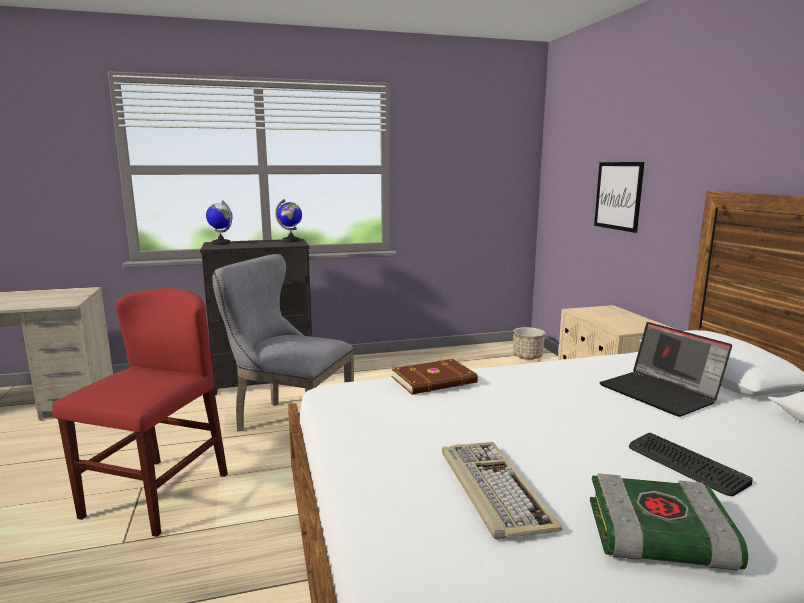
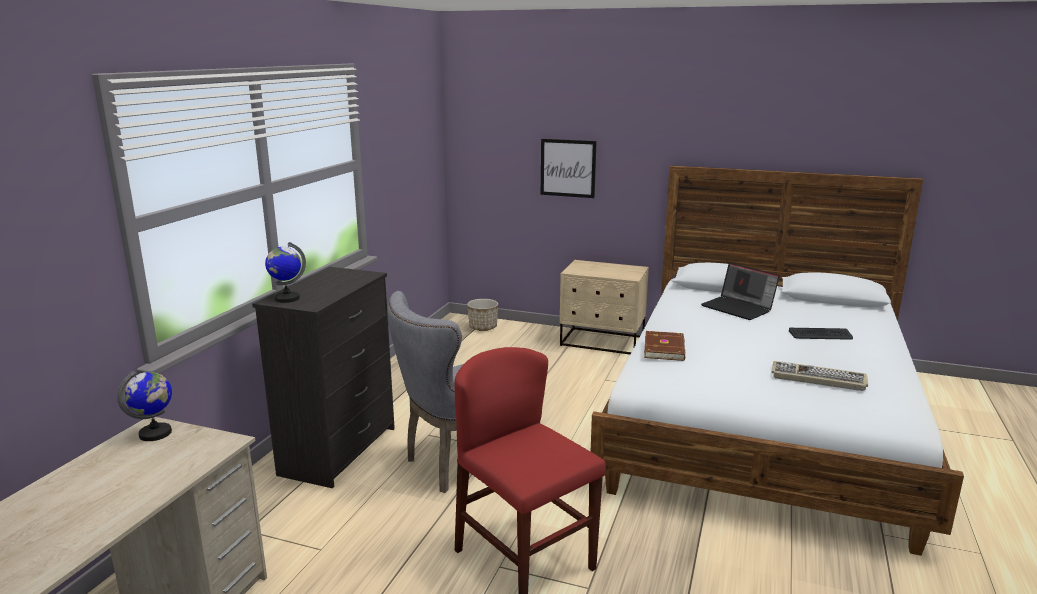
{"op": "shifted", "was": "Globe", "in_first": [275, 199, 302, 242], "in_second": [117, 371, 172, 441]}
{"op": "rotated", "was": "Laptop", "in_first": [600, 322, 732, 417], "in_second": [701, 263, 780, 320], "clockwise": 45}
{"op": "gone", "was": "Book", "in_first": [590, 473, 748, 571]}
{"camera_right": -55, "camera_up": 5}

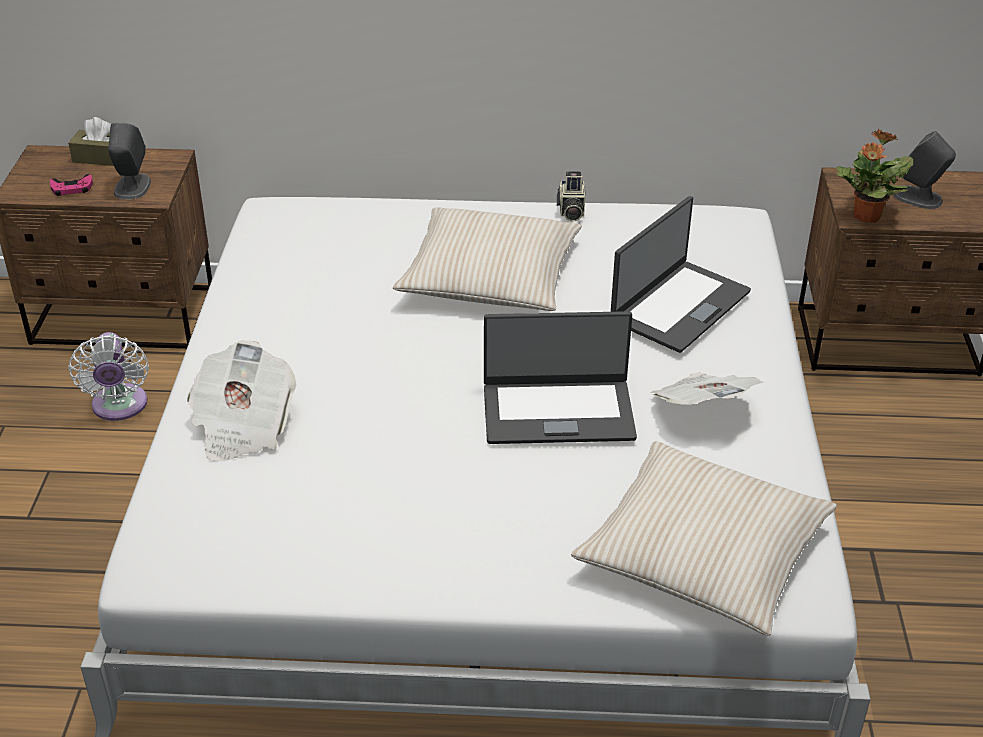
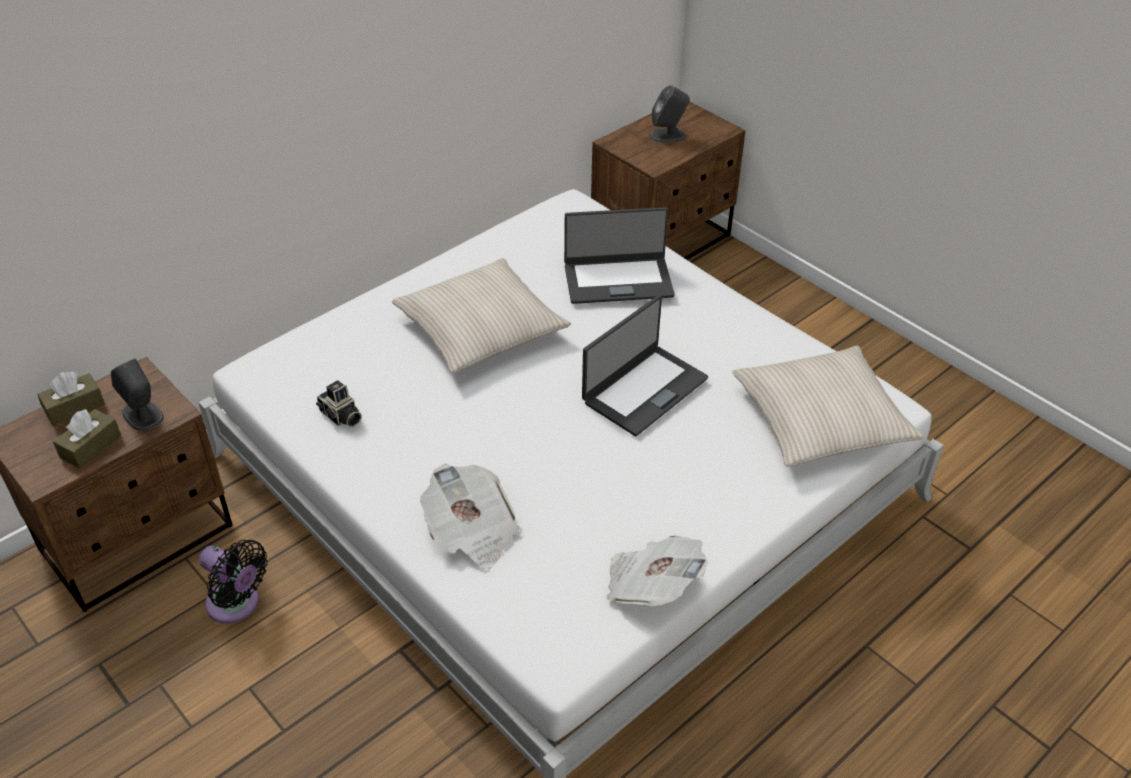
{"op": "gone", "was": "PottedPlant", "in_first": [836, 129, 913, 223]}
{"op": "shifted", "was": "PhotoCamera", "in_first": [557, 171, 585, 222], "in_second": [316, 380, 362, 427]}
{"op": "swapped", "was": "PinkGameController", "now": "BrownTissueBox", "in_first": [50, 174, 93, 196], "in_second": [53, 409, 121, 469]}
{"op": "rotated", "was": "Laptop", "in_first": [611, 196, 751, 353], "in_second": [564, 207, 675, 304], "clockwise": 90}
{"op": "repainted", "was": "WhiteFan", "now": "BlackFan", "in_first": [69, 332, 149, 421], "in_second": [199, 540, 268, 623]}
{"op": "shifted", "was": "Newspaper", "in_first": [651, 372, 763, 405], "in_second": [607, 535, 708, 606]}
{"camera_right": -45, "camera_up": 5}

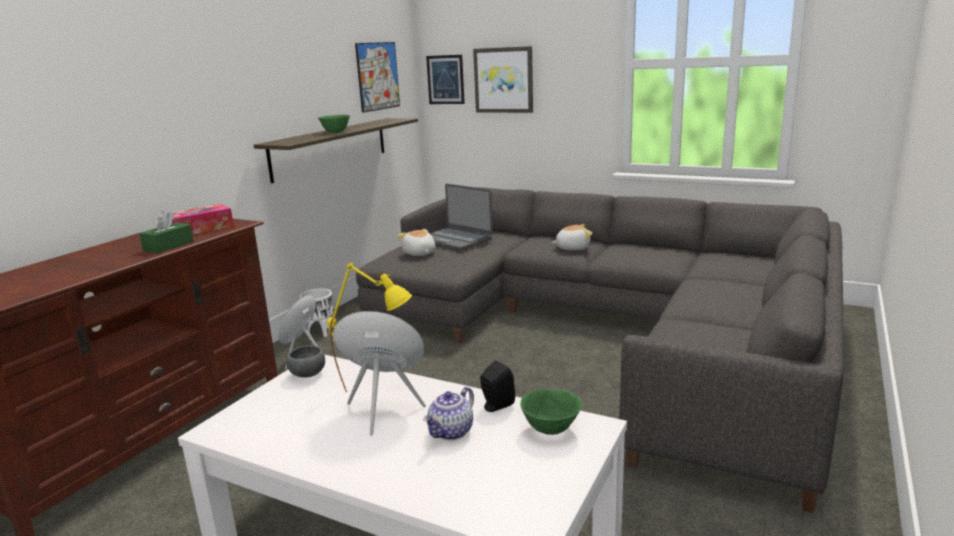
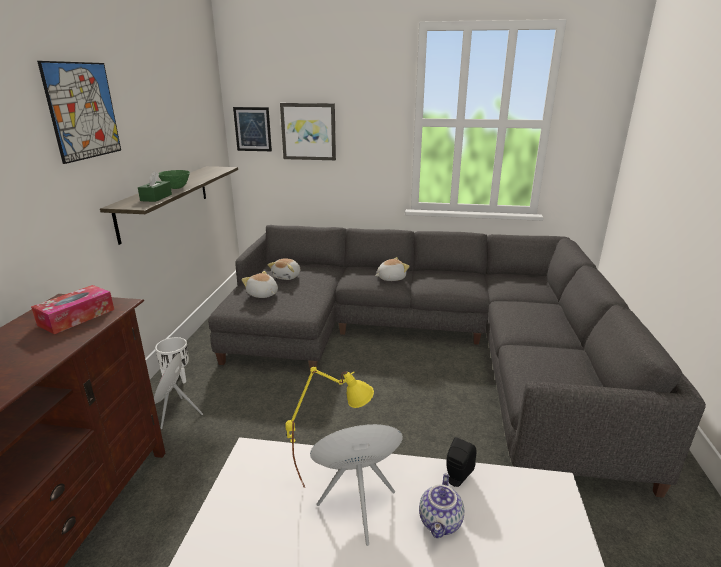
{"op": "shifted", "was": "Picture", "in_first": [355, 42, 400, 113], "in_second": [37, 61, 121, 164]}
{"op": "swapped", "was": "Laptop", "now": "PlushToy", "in_first": [429, 184, 493, 251], "in_second": [268, 258, 300, 280]}
{"op": "shifted", "was": "GreenTissueBox", "in_first": [139, 211, 194, 253], "in_second": [138, 171, 172, 202]}
{"op": "gone", "was": "GreyBowl", "in_first": [286, 345, 325, 378]}
{"op": "gone", "was": "GreenBowl", "in_first": [520, 389, 582, 435]}
{"camera_right": -20, "camera_up": 5}

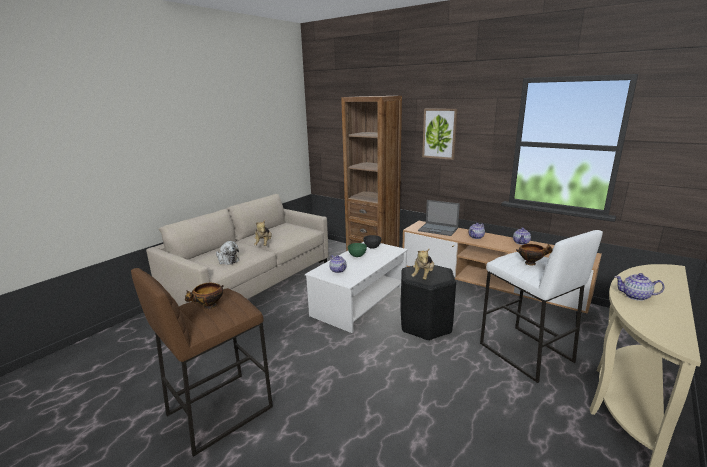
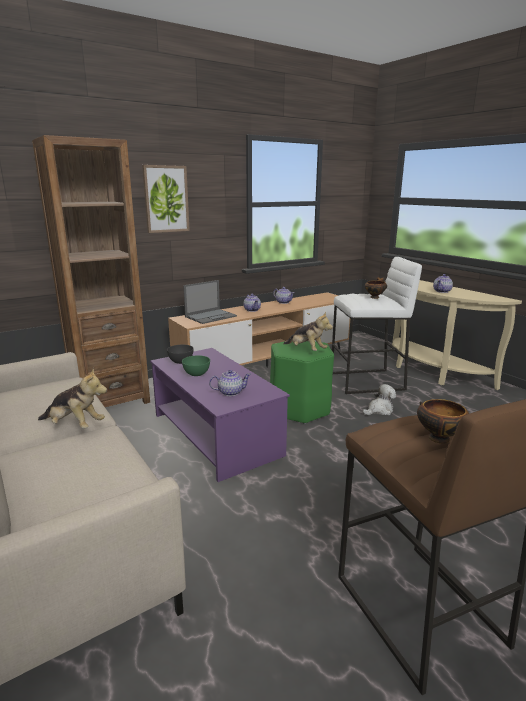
{"op": "shifted", "was": "PlushToy", "in_first": [216, 241, 239, 265], "in_second": [362, 384, 396, 415]}
{"op": "repainted", "was": "WhiteCoffeeTable", "now": "PurpleCoffeeTable", "in_first": [305, 242, 408, 333], "in_second": [150, 348, 290, 482]}
{"op": "repainted", "was": "BlackStool", "now": "GreenStool", "in_first": [400, 265, 456, 341], "in_second": [270, 341, 334, 424]}
{"camera_right": -70, "camera_up": 0}

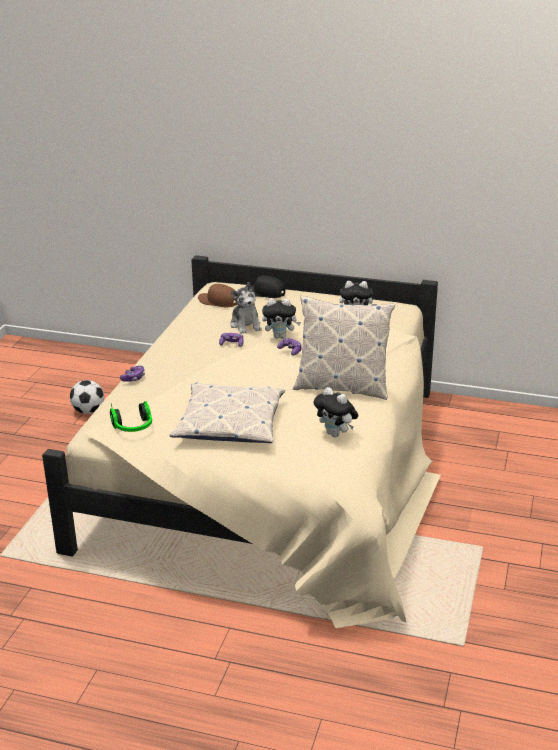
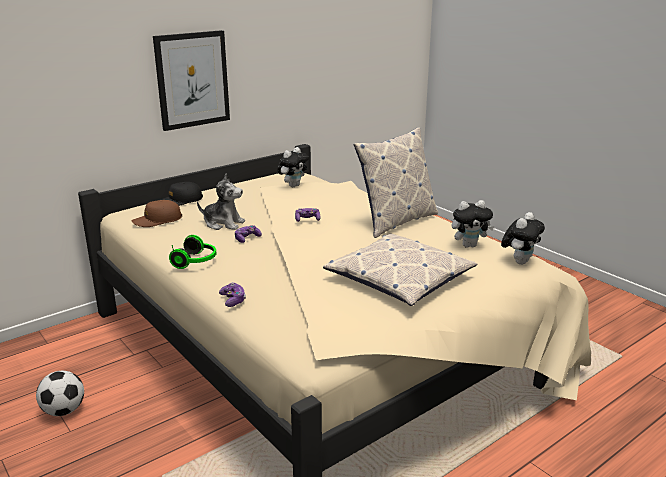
{"op": "shifted", "was": "PlushToy", "in_first": [262, 298, 301, 339], "in_second": [501, 212, 545, 265]}
{"op": "shifted", "was": "Headphones", "in_first": [110, 401, 152, 432], "in_second": [169, 235, 216, 269]}
{"op": "new", "now": "Picture", "in_second": [153, 30, 230, 131]}
{"camera_right": -55, "camera_up": -5}

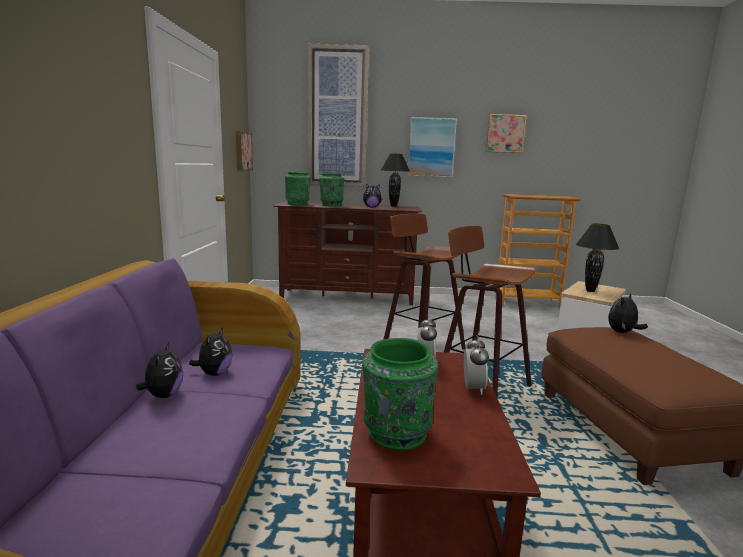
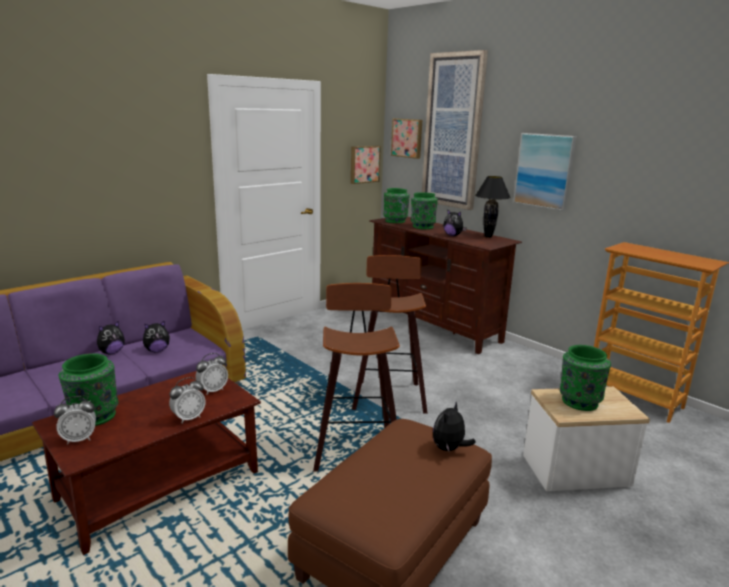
{"op": "shifted", "was": "Picture", "in_first": [486, 114, 527, 153], "in_second": [391, 118, 422, 159]}
{"op": "swapped", "was": "BlackTableLamp", "now": "GreenVase", "in_first": [576, 224, 619, 292], "in_second": [560, 345, 611, 411]}
{"op": "rotated", "was": "PlushToy", "in_first": [608, 293, 648, 333], "in_second": [433, 402, 476, 453], "clockwise": -60}
{"op": "new", "now": "AlarmClock", "in_second": [54, 396, 96, 444]}
{"camera_right": 45, "camera_up": 5}

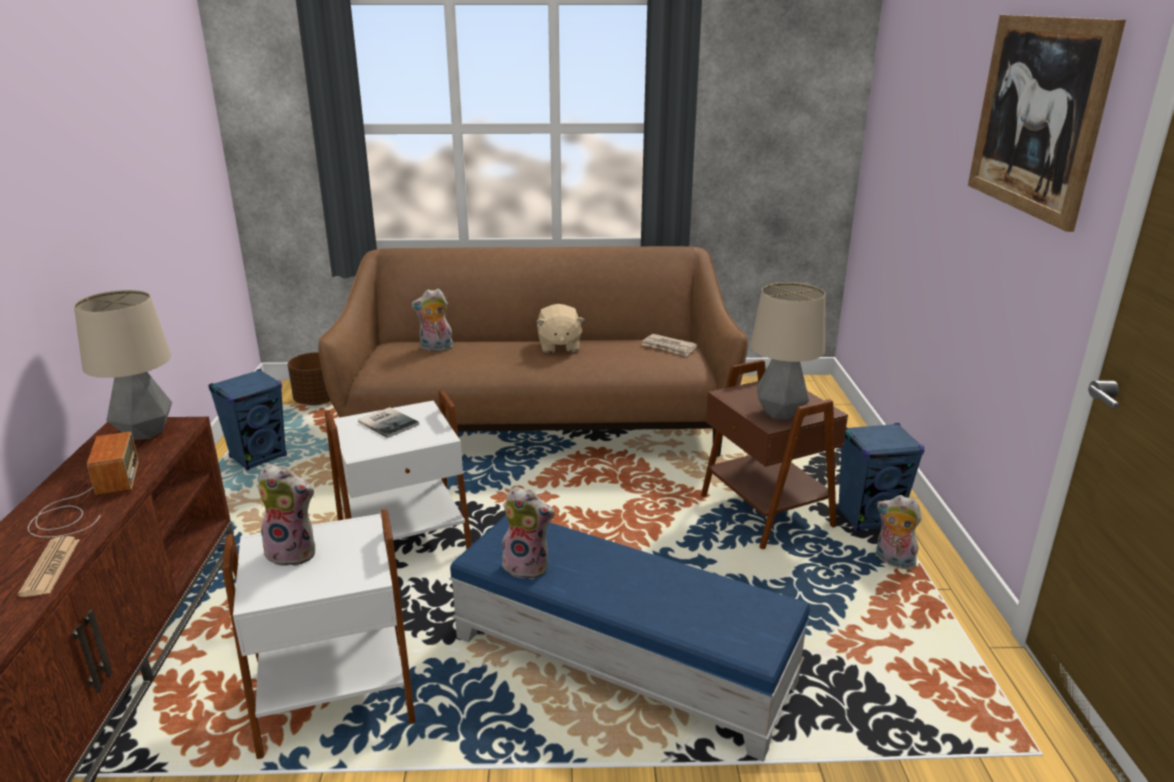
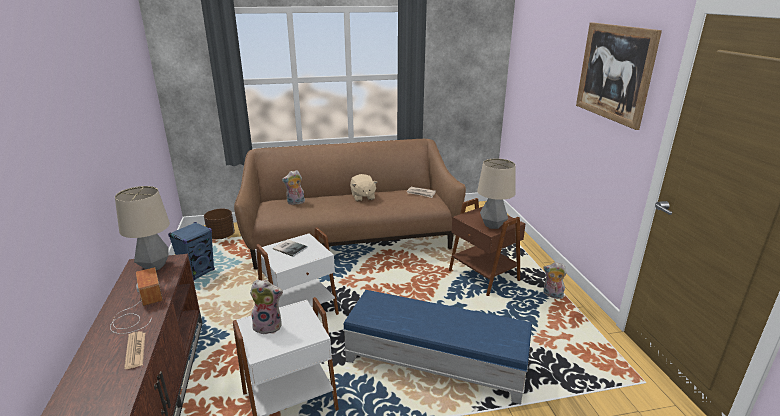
{"op": "gone", "was": "BlueSpeaker", "in_first": [837, 423, 925, 532]}
{"op": "gone", "was": "PlushToy", "in_first": [502, 486, 555, 579]}
{"camera_right": -10, "camera_up": 0}

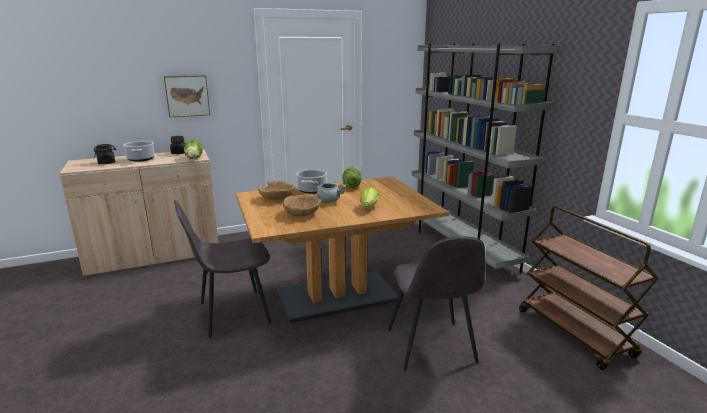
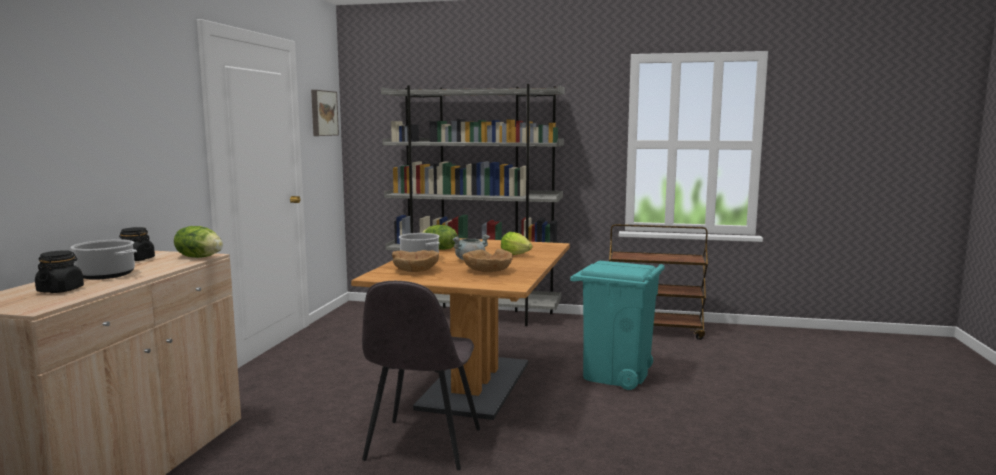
{"op": "shifted", "was": "Picture", "in_first": [164, 75, 210, 117], "in_second": [311, 90, 339, 136]}
{"op": "swapped", "was": "GreyChair", "now": "TurquoiseTrashCan", "in_first": [388, 236, 485, 371], "in_second": [570, 261, 665, 390]}
{"camera_right": -55, "camera_up": -10}

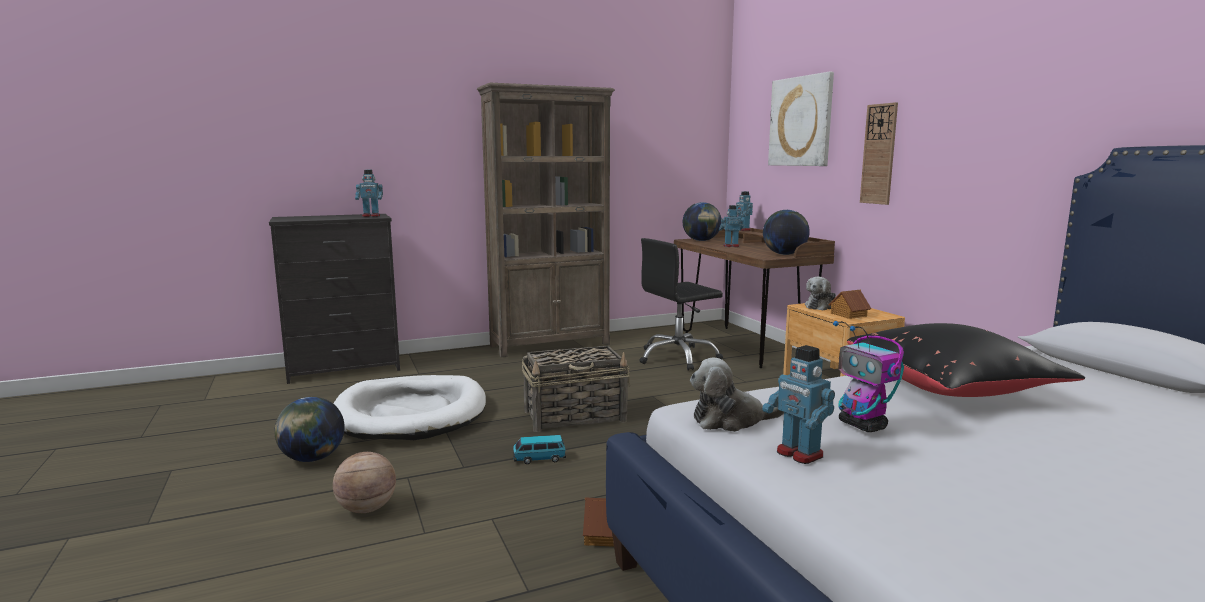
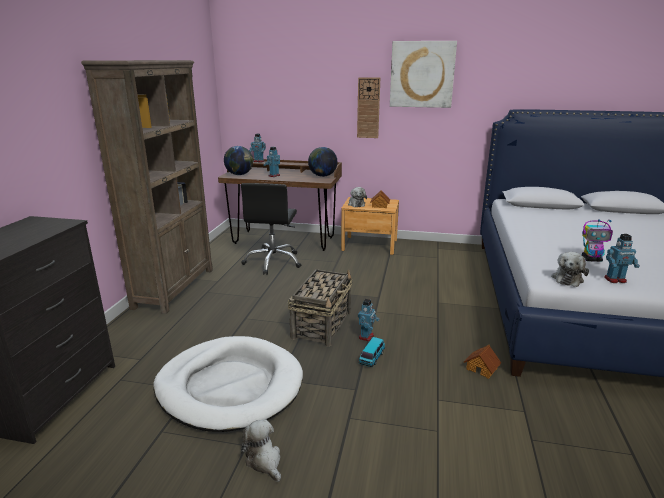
{"op": "shifted", "was": "Picture", "in_first": [768, 72, 834, 166], "in_second": [390, 41, 457, 108]}
{"op": "shifted", "was": "ToyRobot", "in_first": [355, 170, 383, 217], "in_second": [358, 299, 380, 341]}
{"op": "gone", "was": "BlackPillow", "in_first": [847, 323, 1085, 397]}
{"op": "swapped", "was": "Globe", "now": "PlushToy", "in_first": [274, 397, 345, 462], "in_second": [241, 419, 281, 482]}
{"op": "gone", "was": "Basketball", "in_first": [333, 452, 396, 513]}
{"camera_right": -55, "camera_up": 10}

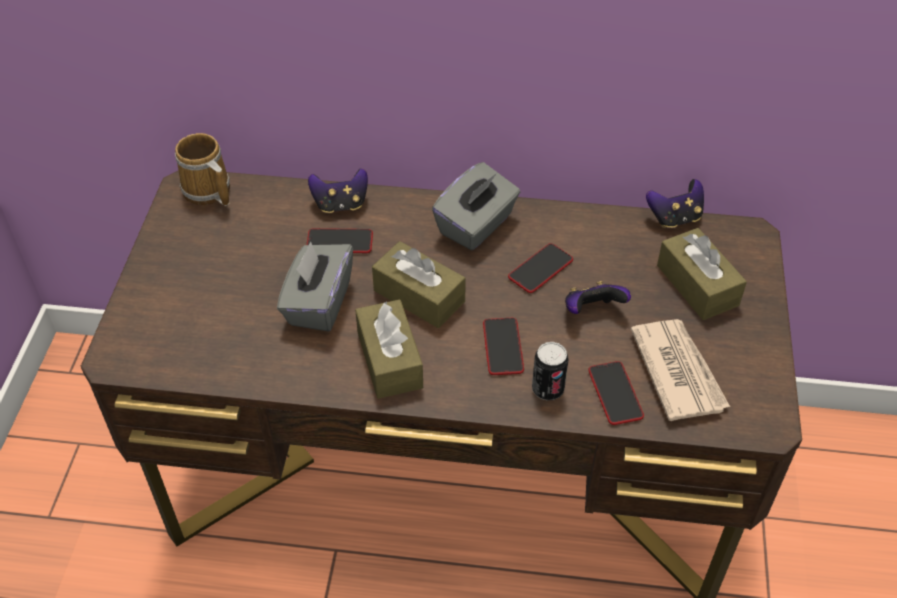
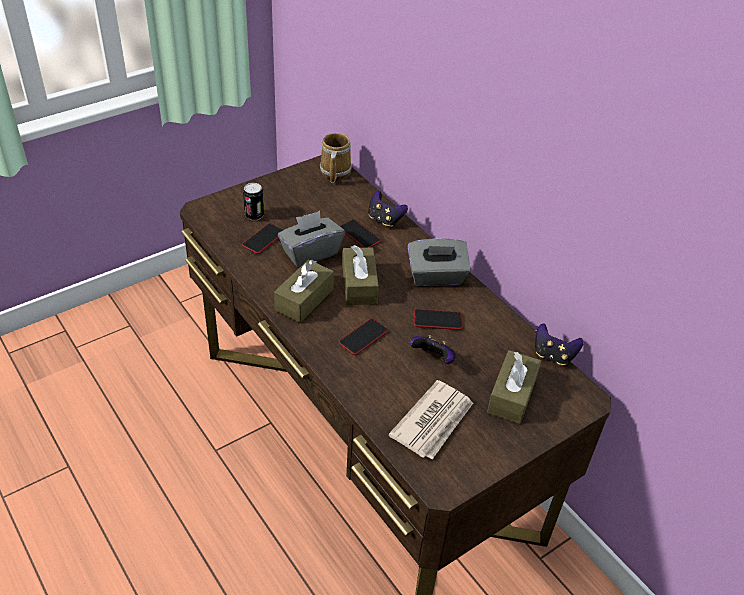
{"op": "shifted", "was": "Can", "in_first": [532, 342, 569, 400], "in_second": [243, 183, 264, 221]}
{"op": "shifted", "was": "Phone", "in_first": [588, 361, 644, 425], "in_second": [242, 223, 284, 254]}
{"camera_right": 45, "camera_up": -5}

